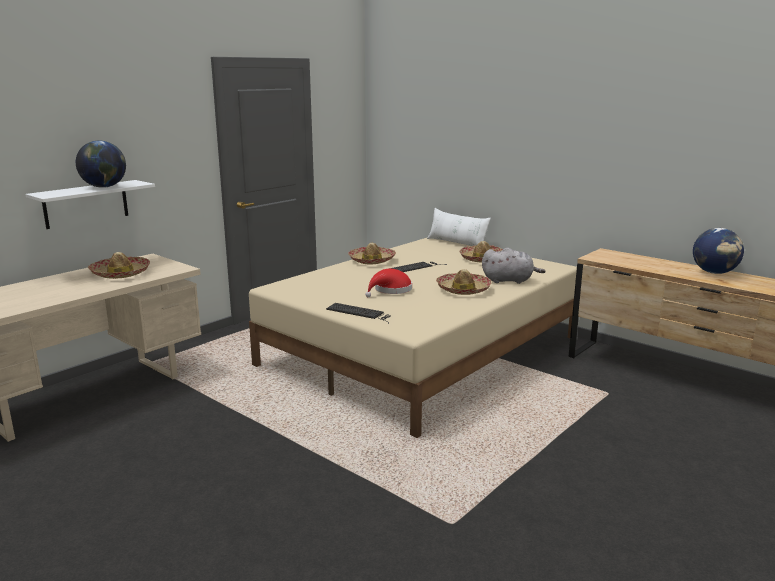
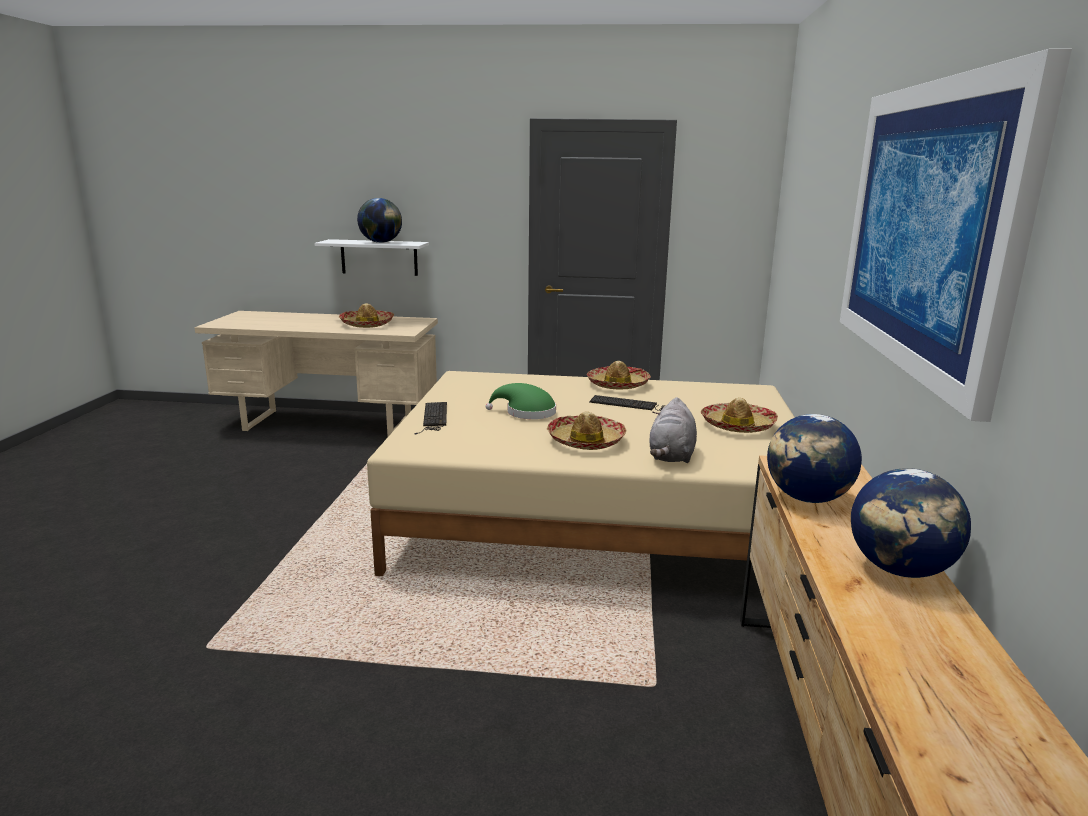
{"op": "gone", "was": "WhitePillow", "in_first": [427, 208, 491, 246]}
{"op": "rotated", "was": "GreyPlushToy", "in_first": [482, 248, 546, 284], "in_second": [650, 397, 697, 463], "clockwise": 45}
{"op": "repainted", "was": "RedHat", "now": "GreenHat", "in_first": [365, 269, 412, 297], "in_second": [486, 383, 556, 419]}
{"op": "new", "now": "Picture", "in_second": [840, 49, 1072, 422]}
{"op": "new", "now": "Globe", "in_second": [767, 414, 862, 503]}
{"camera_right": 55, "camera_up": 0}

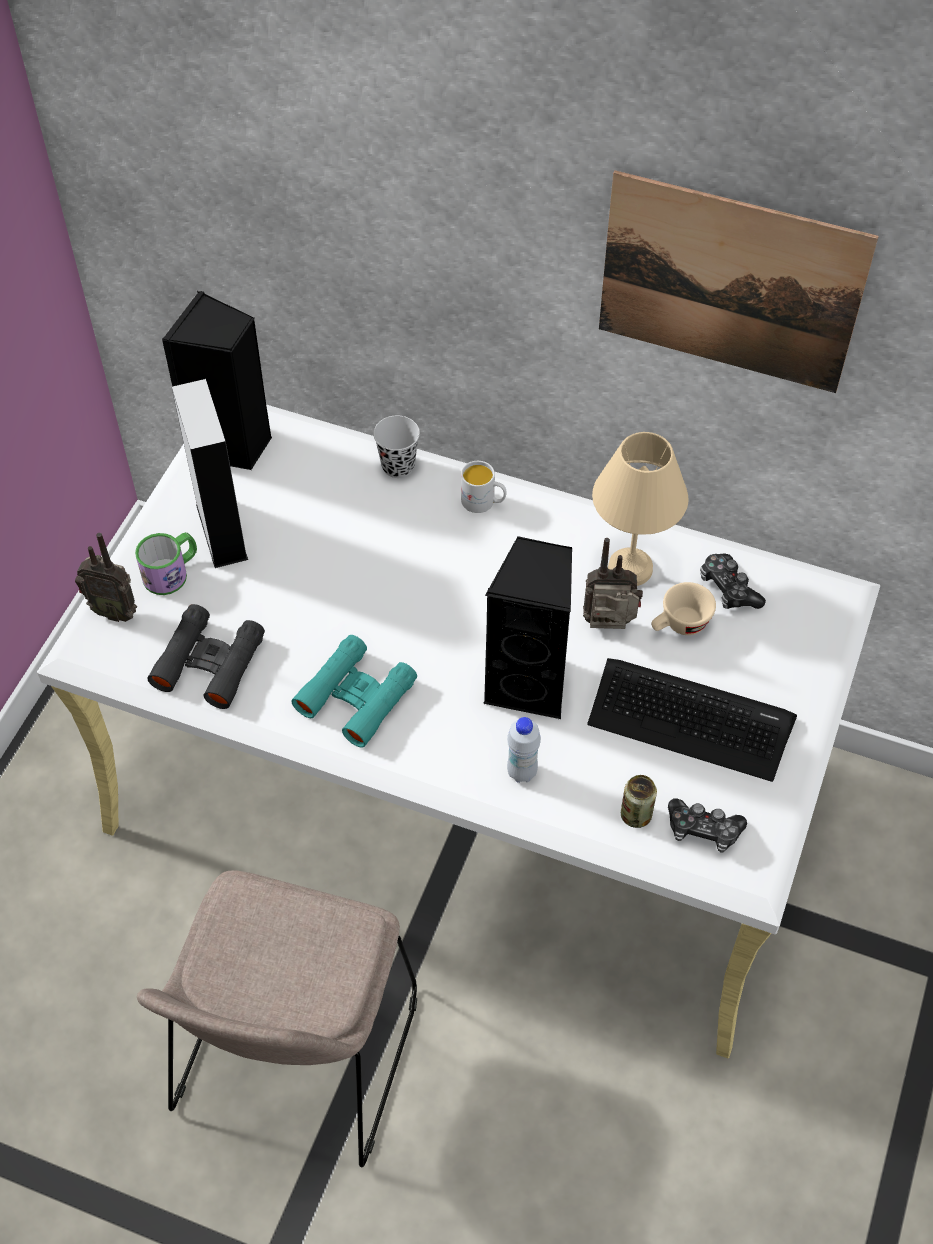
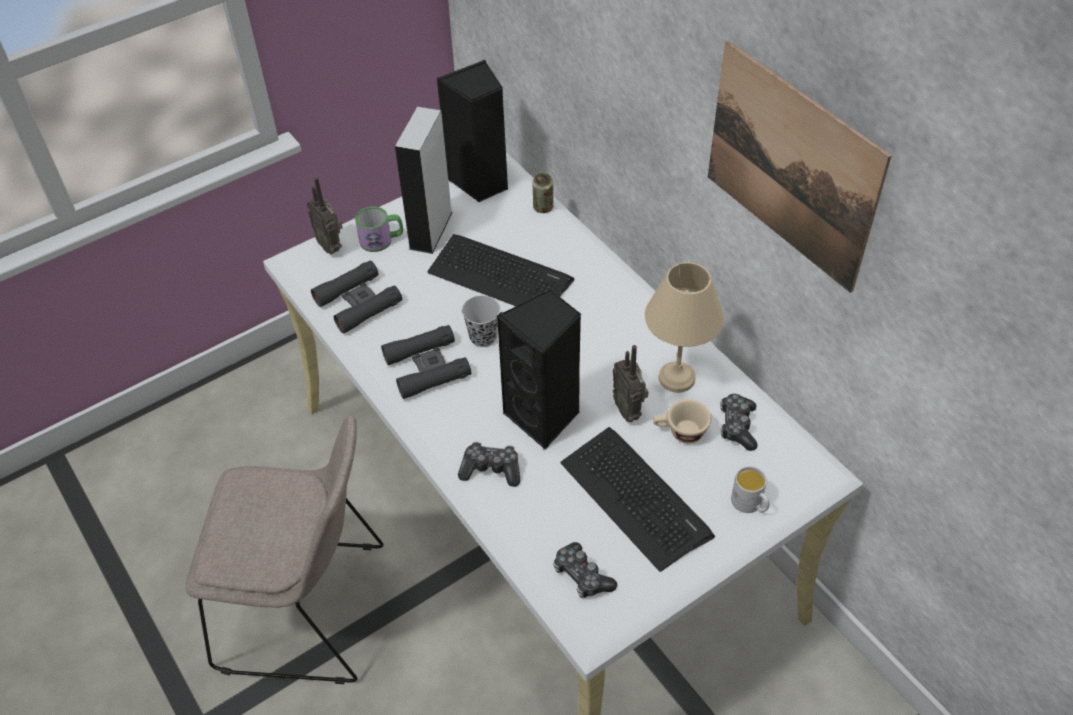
{"op": "shifted", "was": "BlackCup", "in_first": [373, 416, 420, 478], "in_second": [462, 295, 500, 347]}
{"op": "shifted", "was": "WhiteMug", "in_first": [461, 461, 507, 513], "in_second": [731, 466, 770, 513]}
{"op": "rotated", "was": "Radio", "in_first": [583, 538, 643, 629], "in_second": [613, 345, 649, 422], "clockwise": -150}
{"op": "repainted", "was": "TurquoiseBinoculars", "now": "BlackBinoculars", "in_first": [292, 635, 417, 748], "in_second": [381, 325, 471, 399]}
{"op": "swapped", "was": "WhiteBottle", "now": "GameController", "in_first": [507, 717, 541, 783], "in_second": [458, 442, 520, 487]}
{"op": "shifted", "was": "Can", "in_first": [621, 775, 657, 828], "in_second": [533, 173, 554, 213]}
{"op": "rotated", "was": "BeigeChair", "in_first": [137, 870, 417, 1167], "in_second": [186, 415, 383, 684], "clockwise": -135}
{"op": "new", "now": "Keyboard", "in_second": [427, 234, 574, 306]}
{"camera_right": 35, "camera_up": -5}

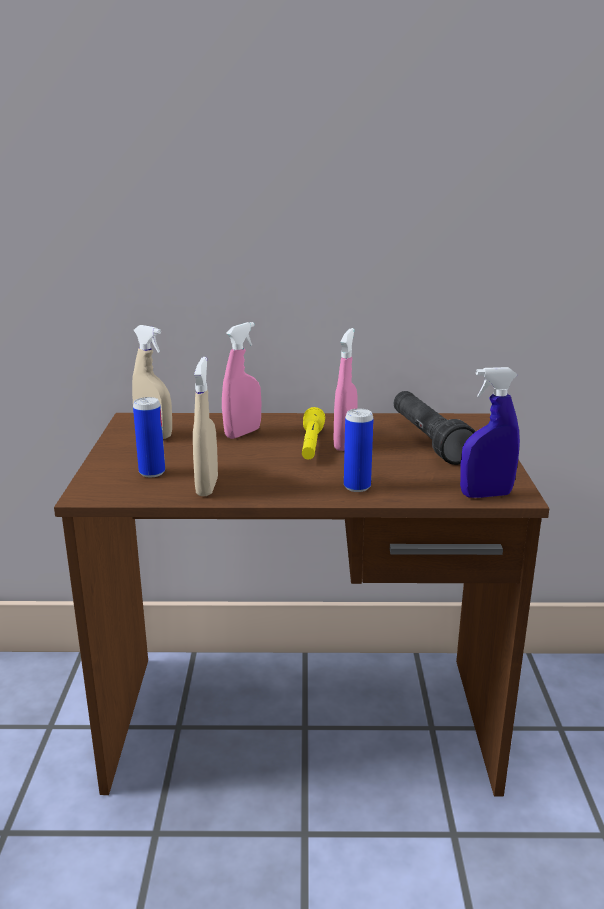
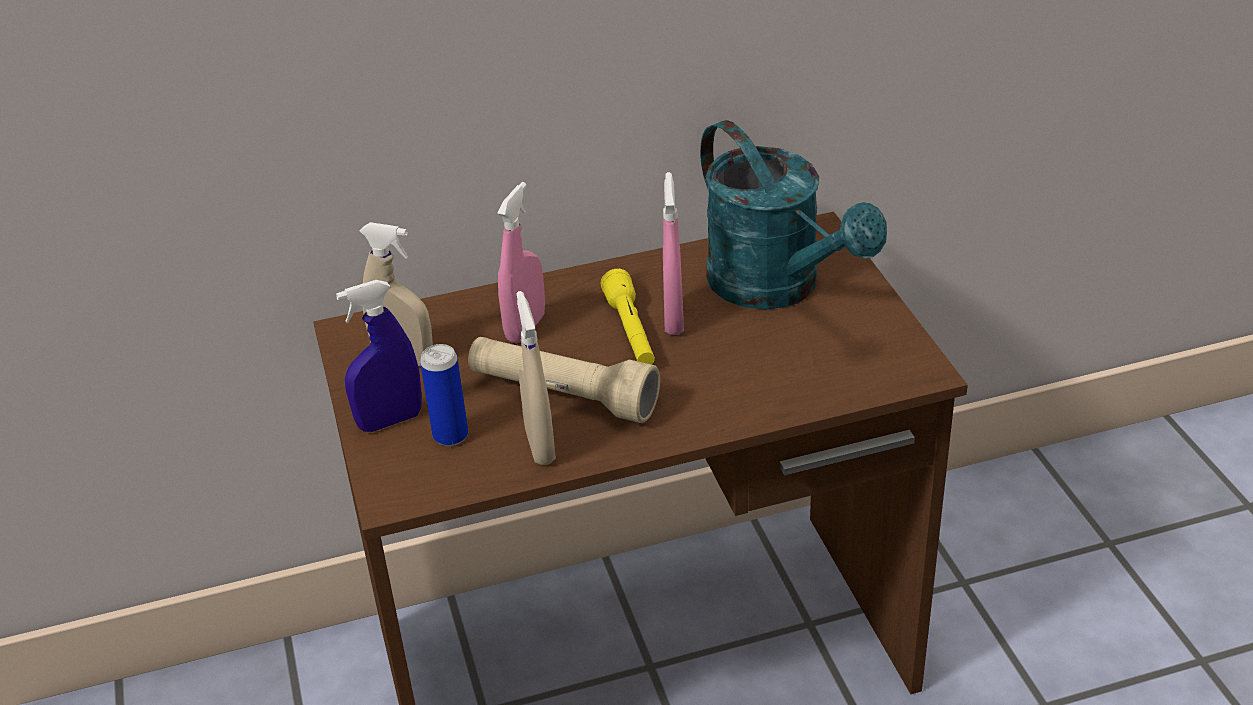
{"op": "shifted", "was": "BlueSprayBottle", "in_first": [460, 367, 520, 498], "in_second": [336, 280, 422, 432]}
{"op": "swapped", "was": "BlackFlashlight", "now": "TurquoiseWateringCan", "in_first": [394, 391, 476, 465], "in_second": [700, 120, 887, 310]}
{"op": "gone", "was": "Can", "in_first": [344, 409, 374, 492]}
{"op": "new", "now": "BeigeFlashlight", "in_second": [468, 337, 660, 423]}
{"camera_right": -15, "camera_up": 15}

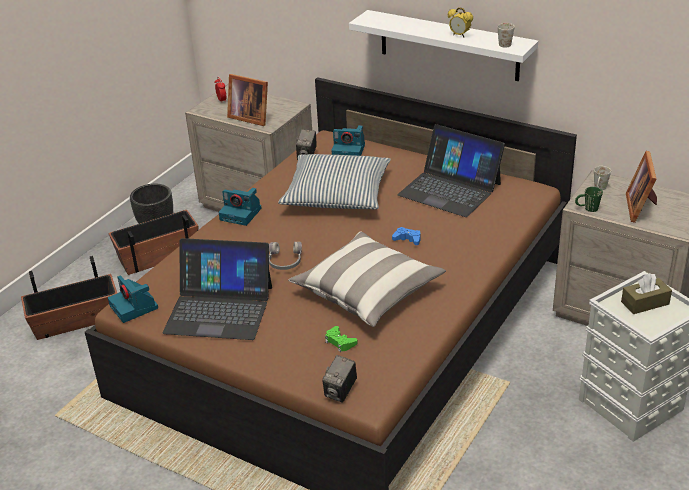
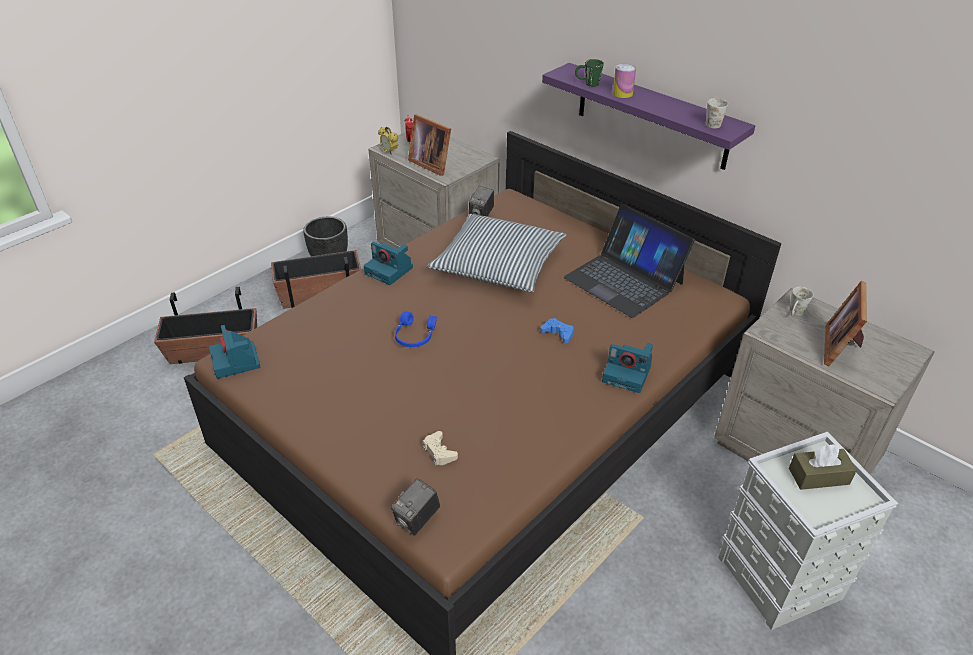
{"op": "shifted", "was": "AlarmClock", "in_first": [448, 7, 473, 37], "in_second": [378, 127, 398, 155]}
{"op": "repainted", "was": "WhiteShelf", "now": "PurpleShelf", "in_first": [349, 10, 538, 81], "in_second": [542, 63, 755, 170]}
{"op": "shifted", "was": "PhotoCamera", "in_first": [332, 125, 365, 156], "in_second": [602, 343, 653, 393]}
{"op": "shifted", "was": "GreenMug", "in_first": [575, 187, 603, 212], "in_second": [575, 59, 604, 87]}
{"op": "gone", "was": "Pillow", "in_first": [288, 232, 446, 327]}
{"op": "gone", "was": "Laptop", "in_first": [162, 238, 272, 340]}
{"op": "repainted", "was": "GreyHeadphones", "now": "BlueHeadphones", "in_first": [269, 242, 302, 270], "in_second": [395, 312, 437, 347]}
{"op": "repainted", "was": "GreenGameController", "now": "BeigeGameController", "in_first": [325, 326, 358, 352], "in_second": [423, 431, 458, 466]}
{"op": "new", "now": "Can", "in_second": [613, 64, 636, 98]}
{"camera_right": 10, "camera_up": 5}

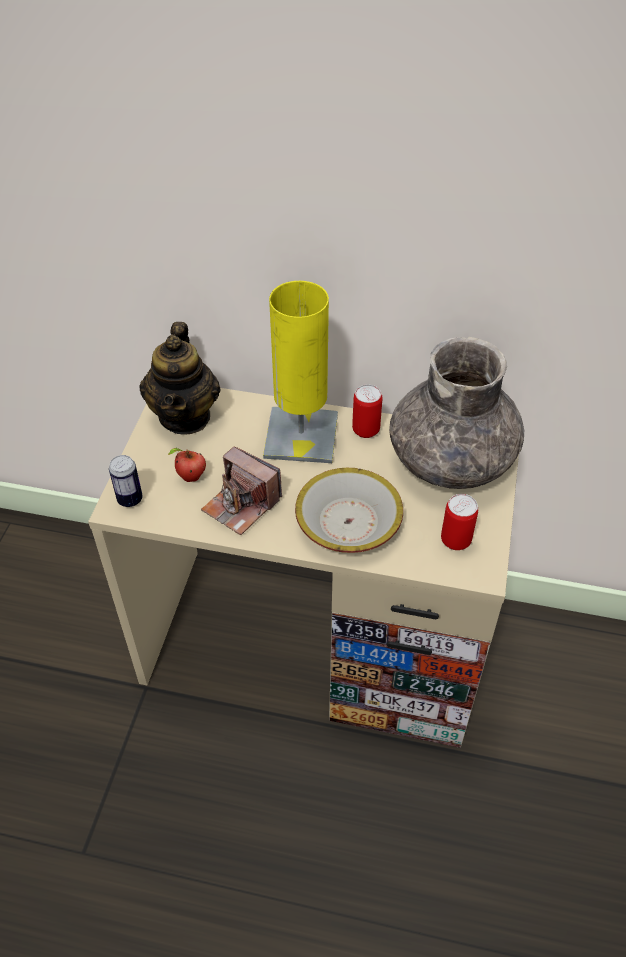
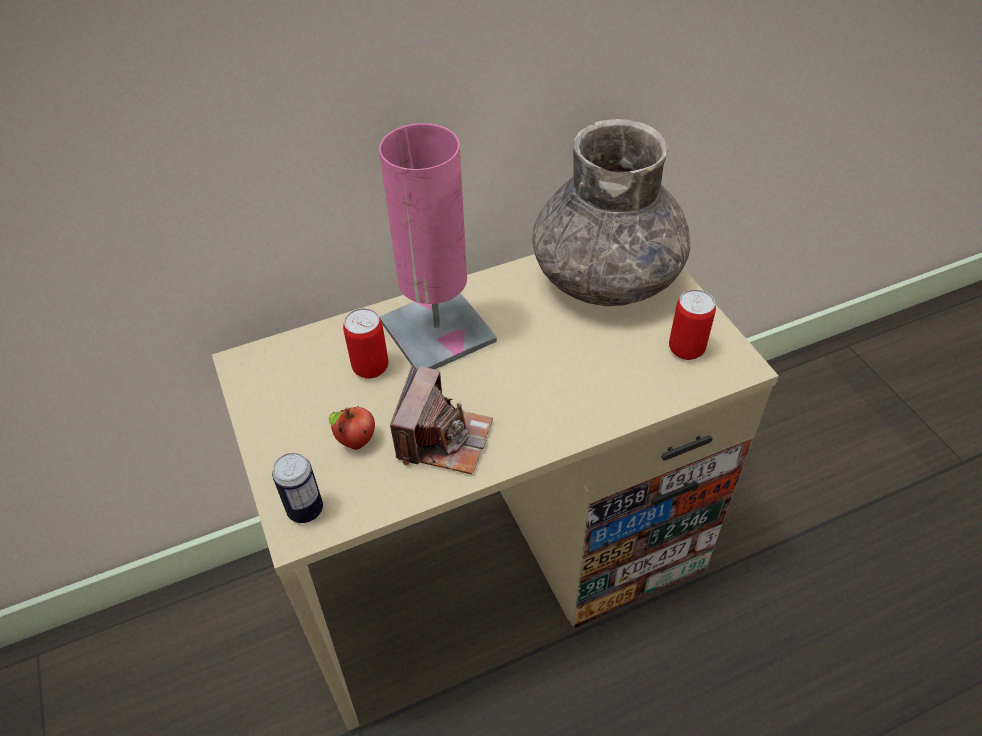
{"op": "repainted", "was": "YellowTableLamp", "now": "PinkTableLamp", "in_first": [263, 281, 338, 463], "in_second": [379, 123, 497, 369]}
{"op": "gone", "was": "Teapot", "in_first": [140, 322, 220, 435]}
{"op": "shifted", "was": "Can", "in_first": [352, 385, 382, 438], "in_second": [343, 308, 388, 379]}
{"op": "rotated", "was": "PhotoCamera", "in_first": [201, 446, 282, 535], "in_second": [390, 365, 493, 474], "clockwise": -75}
{"op": "gone", "was": "Bowl", "in_first": [295, 468, 403, 553]}
{"camera_right": -35, "camera_up": 0}

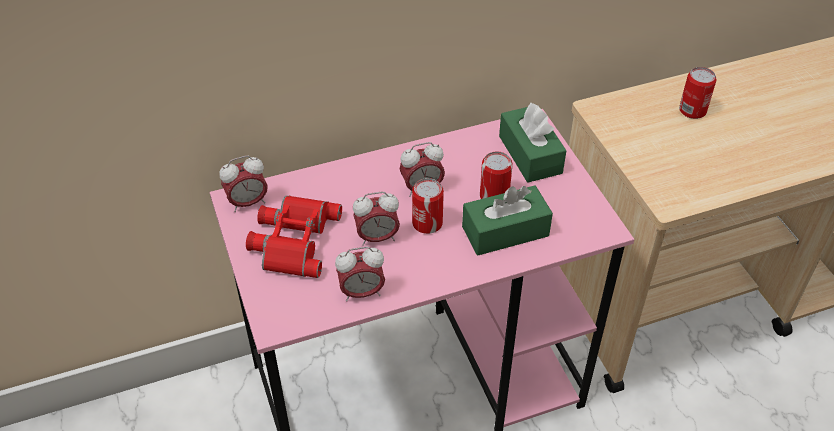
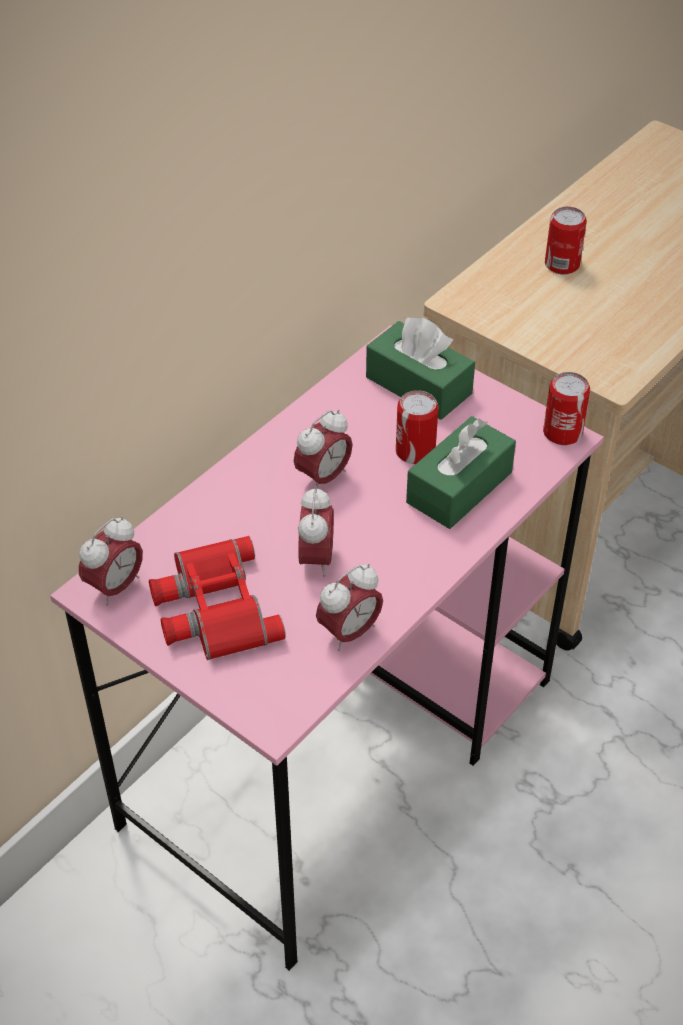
{"op": "shifted", "was": "Can", "in_first": [412, 178, 444, 234], "in_second": [543, 372, 590, 445]}
{"op": "rotated", "was": "AlarmClock", "in_first": [353, 192, 400, 246], "in_second": [298, 486, 334, 577], "clockwise": -45}
{"camera_right": -30, "camera_up": 0}

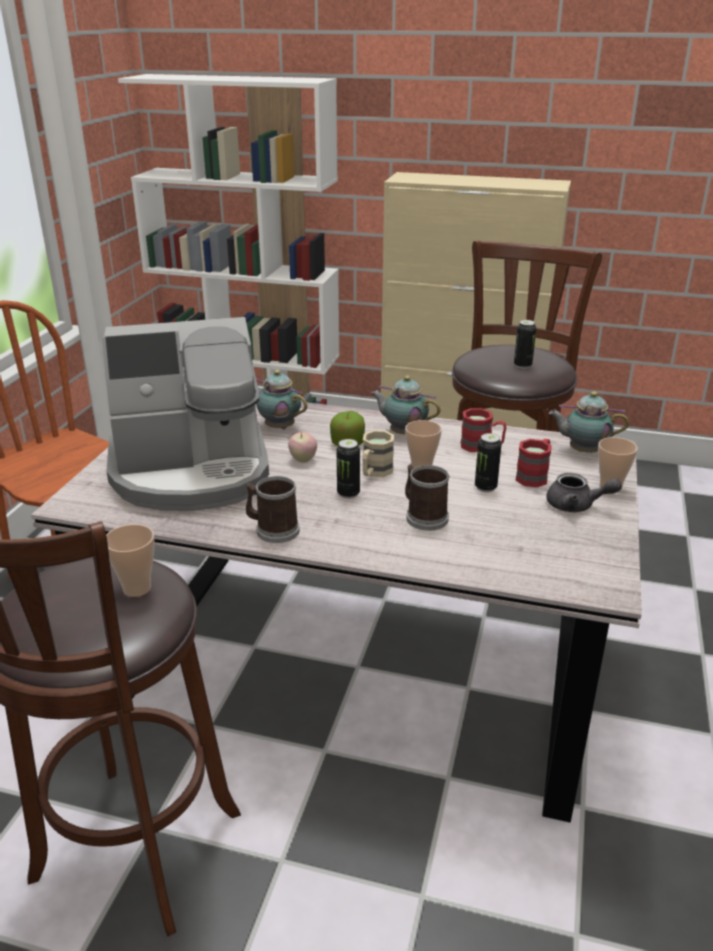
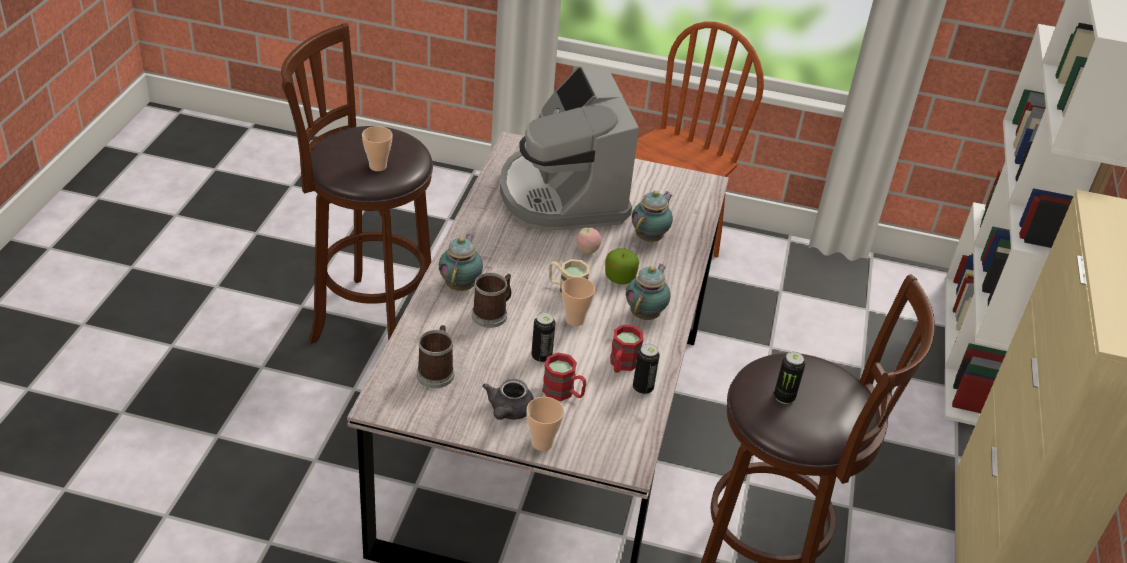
{"op": "shifted", "was": "Teapot", "in_first": [549, 392, 629, 453], "in_second": [439, 233, 483, 291]}
{"op": "shifted", "was": "Can", "in_first": [337, 439, 360, 499], "in_second": [633, 344, 660, 395]}
{"op": "shifted", "was": "Mug", "in_first": [246, 476, 300, 543], "in_second": [417, 325, 454, 388]}
{"camera_right": 85, "camera_up": 10}

